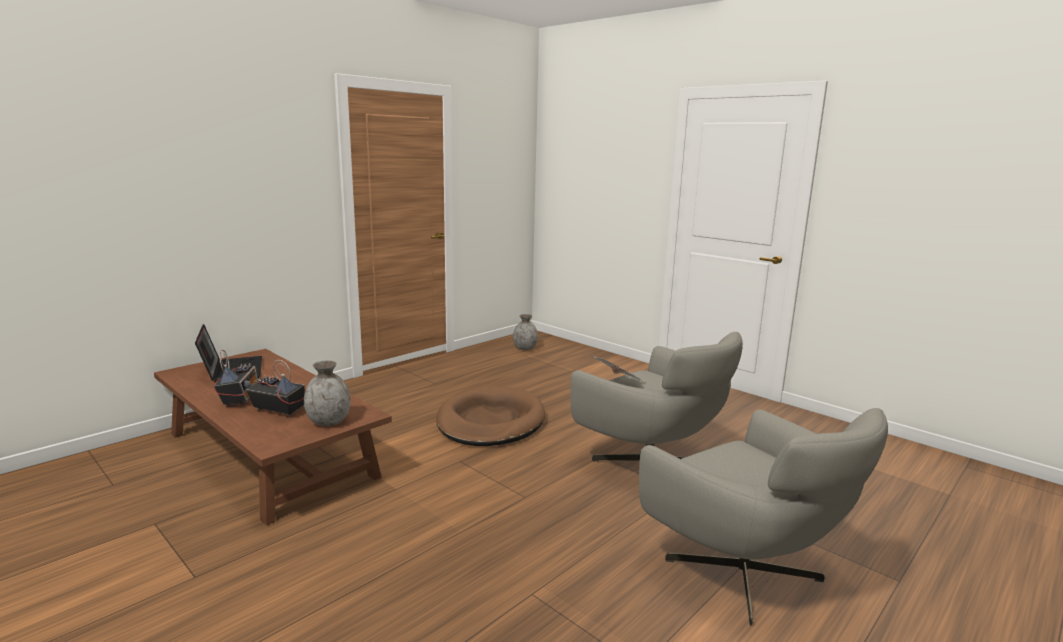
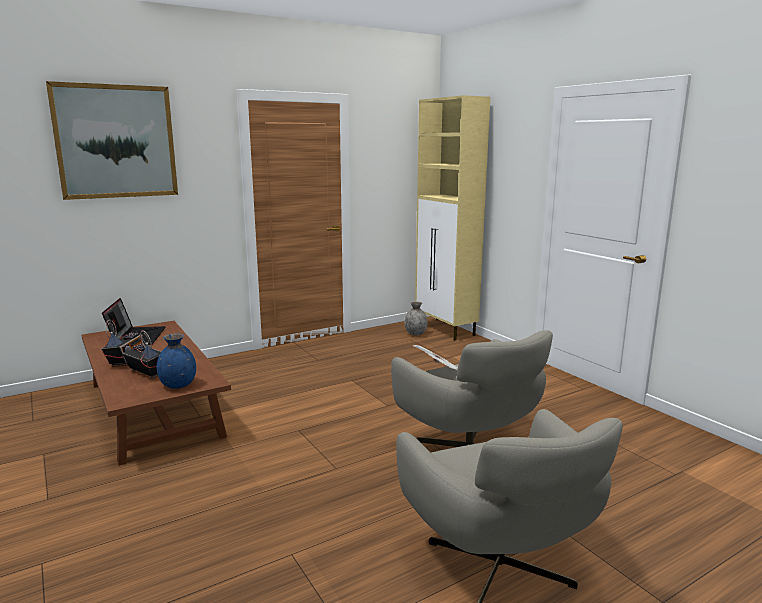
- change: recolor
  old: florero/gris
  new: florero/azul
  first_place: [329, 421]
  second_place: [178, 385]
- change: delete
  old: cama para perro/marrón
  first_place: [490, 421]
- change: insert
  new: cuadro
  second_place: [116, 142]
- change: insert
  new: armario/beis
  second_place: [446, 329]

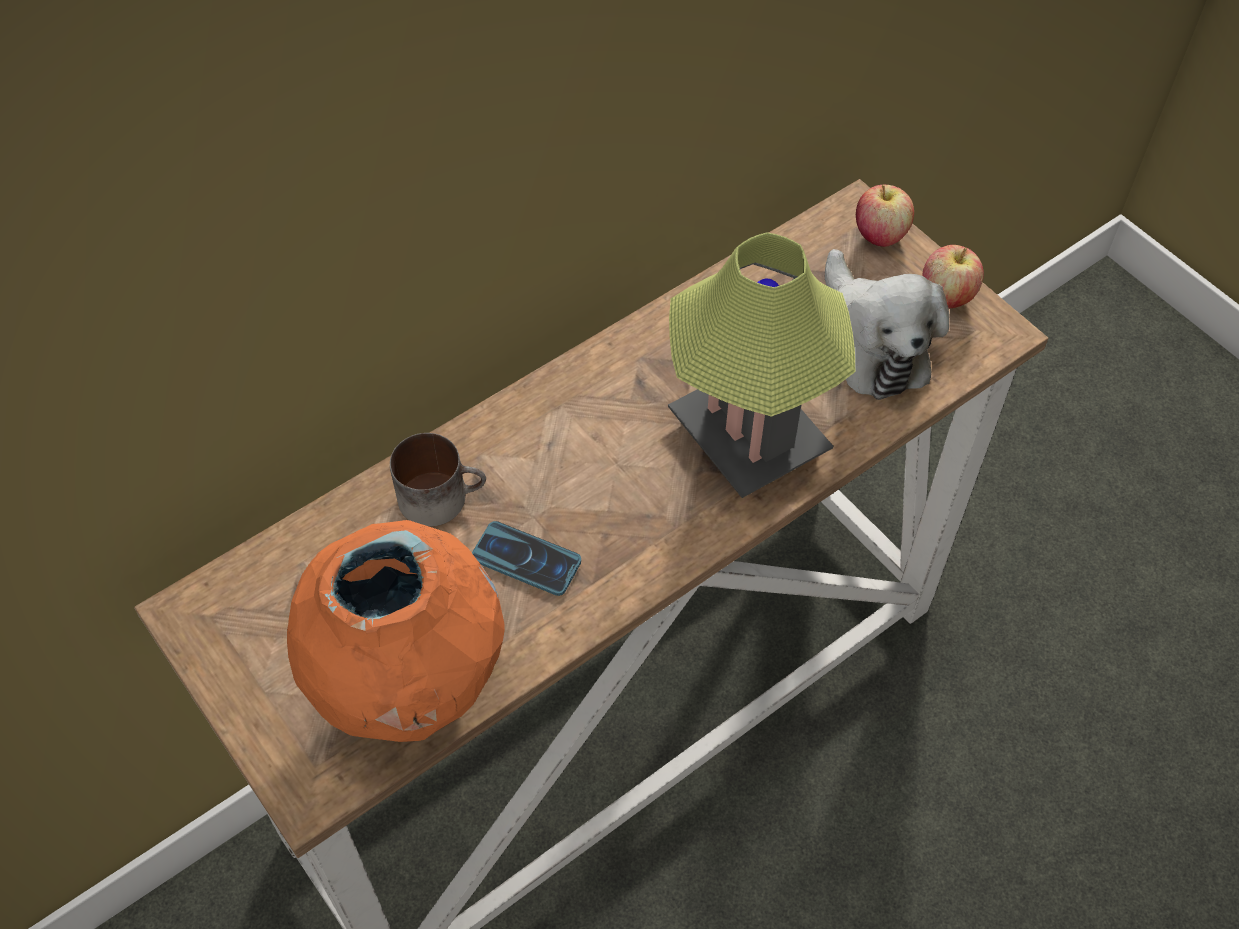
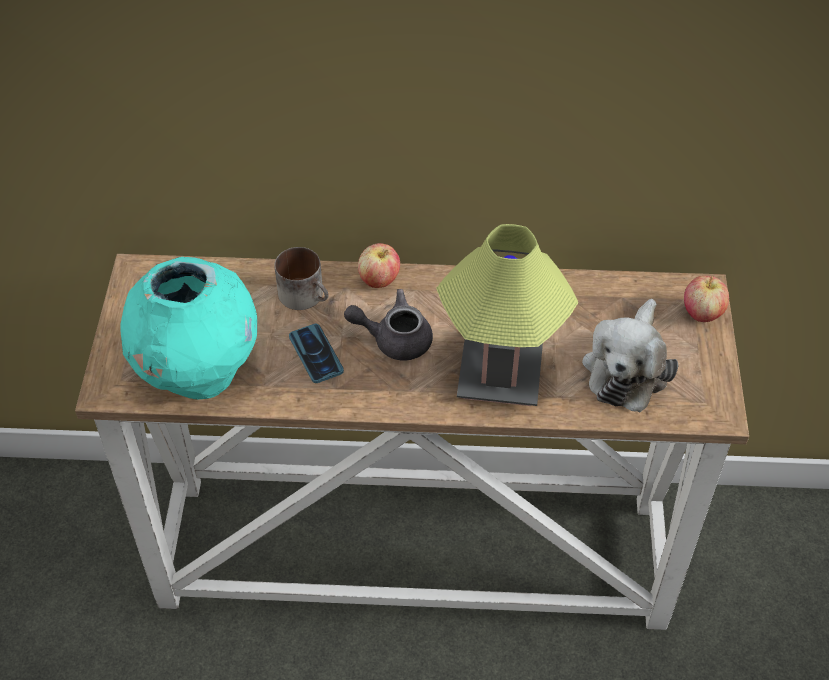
- change: move
  old: manzana
  first_place: [947, 296]
  second_place: [379, 280]
- change: recolor
  old: florero/naranja
  new: florero/turquesa
  first_place: [411, 687]
  second_place: [198, 376]
- change: insert
  new: tetera/gris
  second_place: [394, 339]

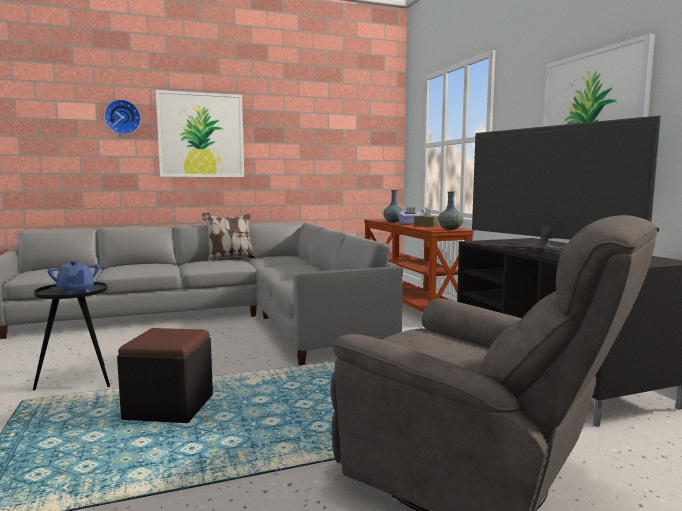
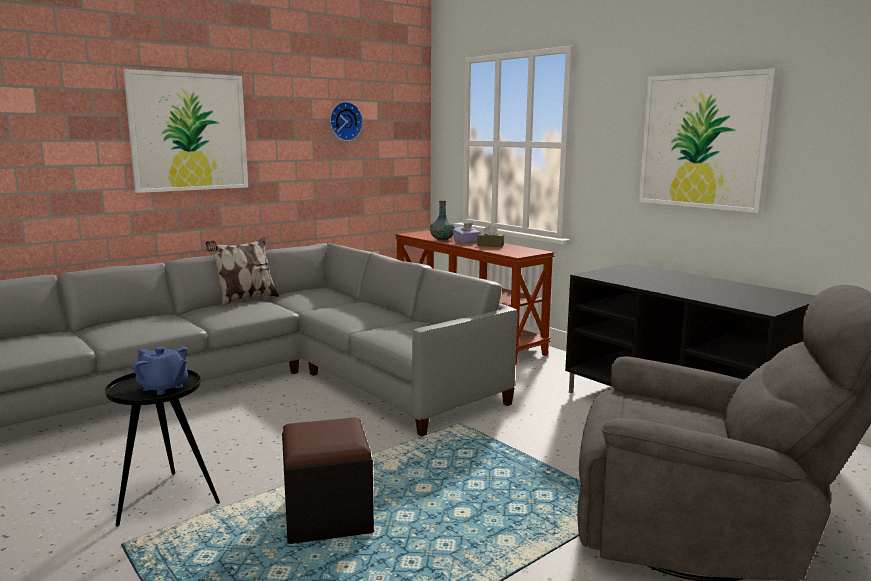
- change: move
  old: reloj de pared
  first_place: [122, 117]
  second_place: [344, 121]
- change: delete
  old: televisor
  first_place: [546, 250]
- change: delete
  old: florero
  first_place: [450, 229]

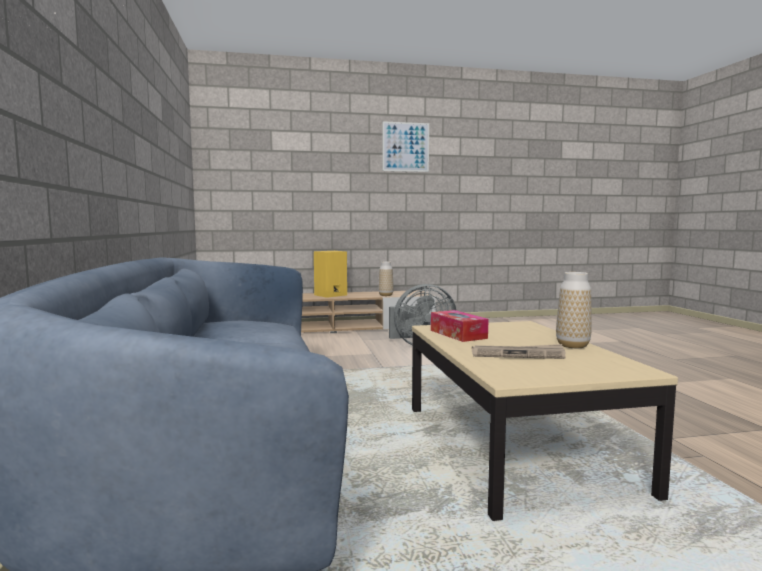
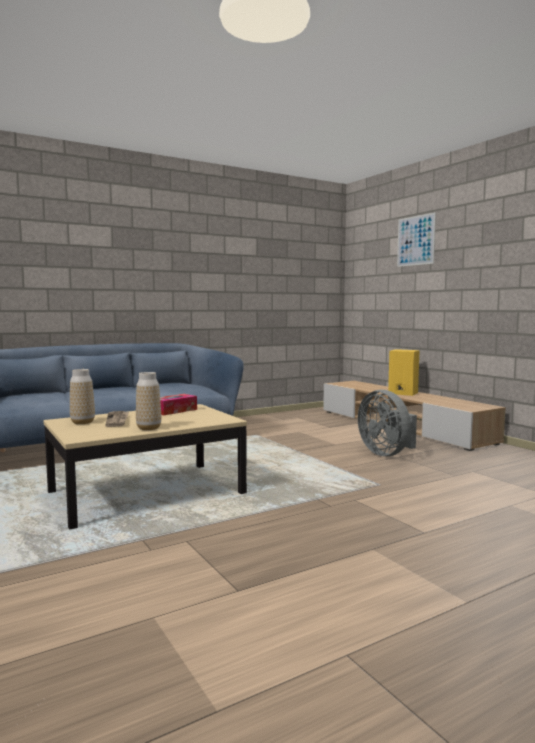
- change: move
  old: cuadro
  first_place: [405, 147]
  second_place: [415, 240]
- change: move
  old: florero
  first_place: [386, 295]
  second_place: [82, 422]

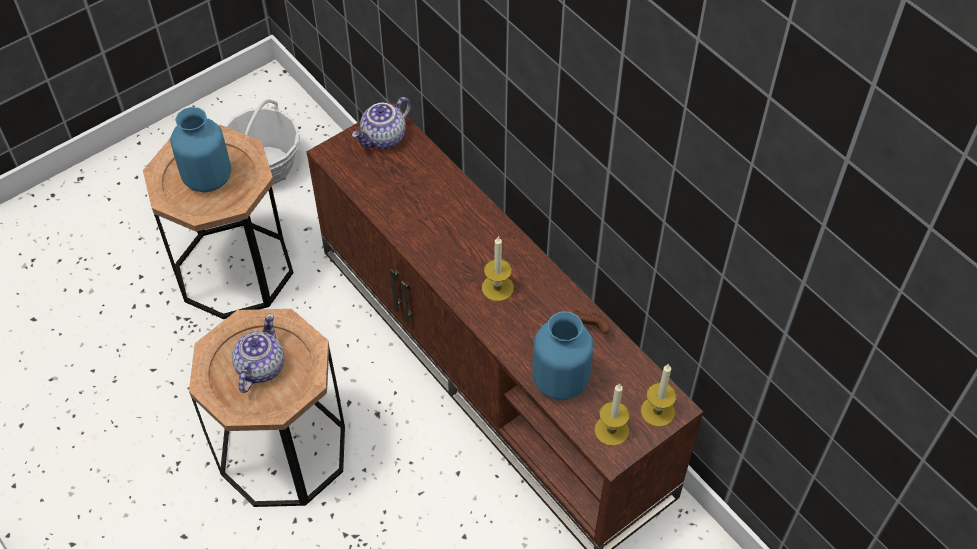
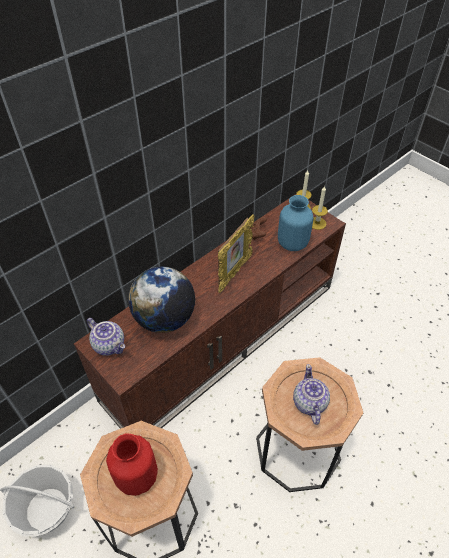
- change: recolor
  old: florero/azul
  new: florero/rojo
  first_place: [208, 178]
  second_place: [136, 476]
- change: replace
  old: vela
  new: portarretratos
  first_place: [497, 288]
  second_place: [234, 273]
- change: rotate
  old: tetera
  first_place: [260, 367]
  second_place: [309, 403]
  degrees: 75
- change: insert
  new: globo terráqueo
  second_place: [165, 319]

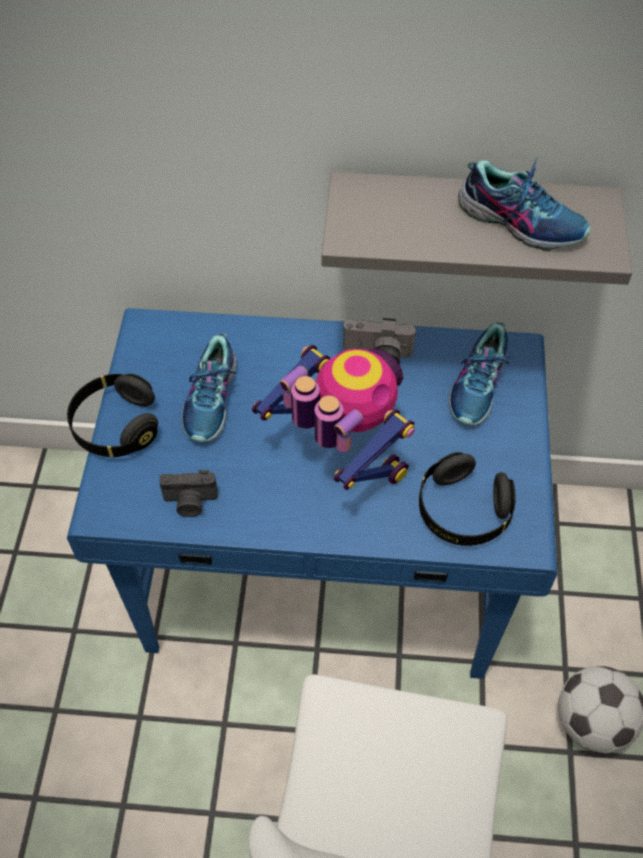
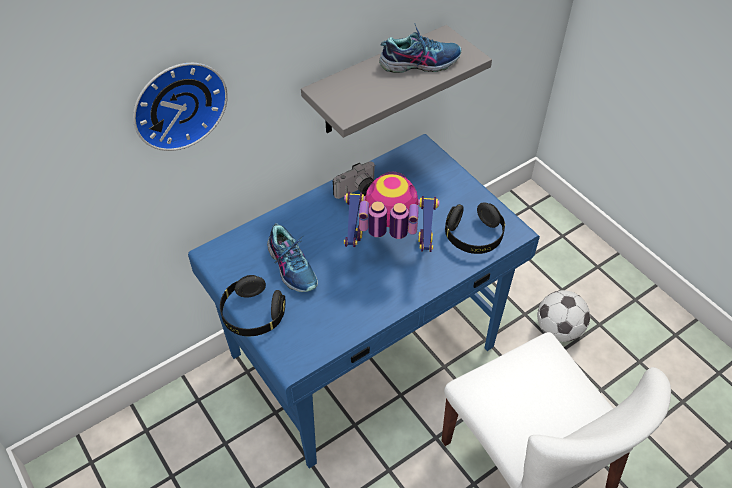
- change: delete
  old: zapato
  first_place: [479, 385]
- change: delete
  old: cámara
  first_place: [190, 502]
- change: insert
  new: reloj de pared
  second_place: [177, 103]

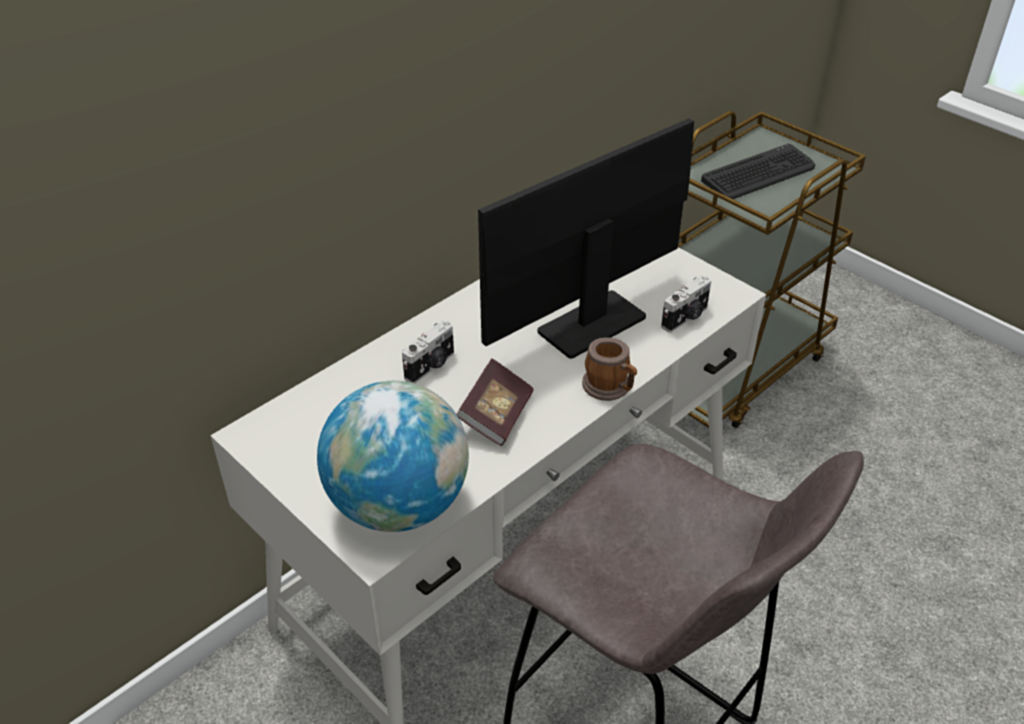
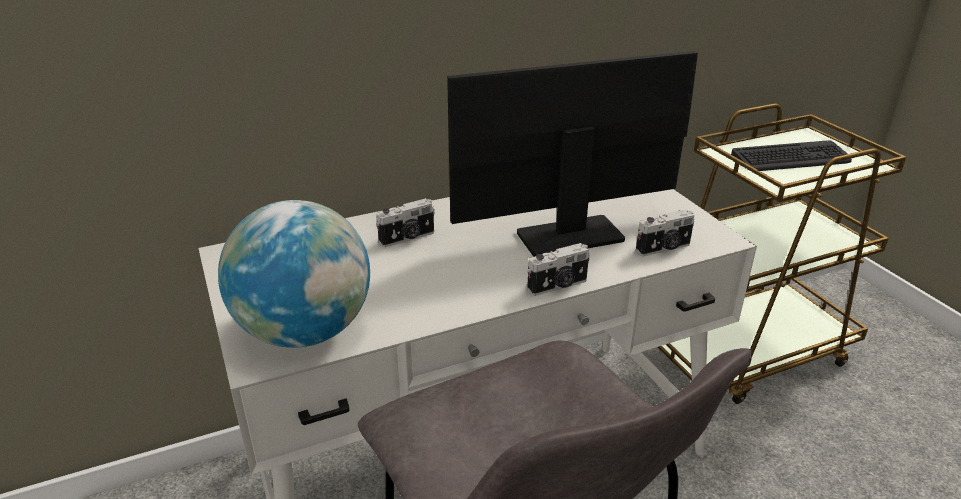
- change: replace
  old: taza grande
  new: cámara
  first_place: [610, 388]
  second_place: [558, 286]
- change: delete
  old: libro
  first_place: [496, 415]

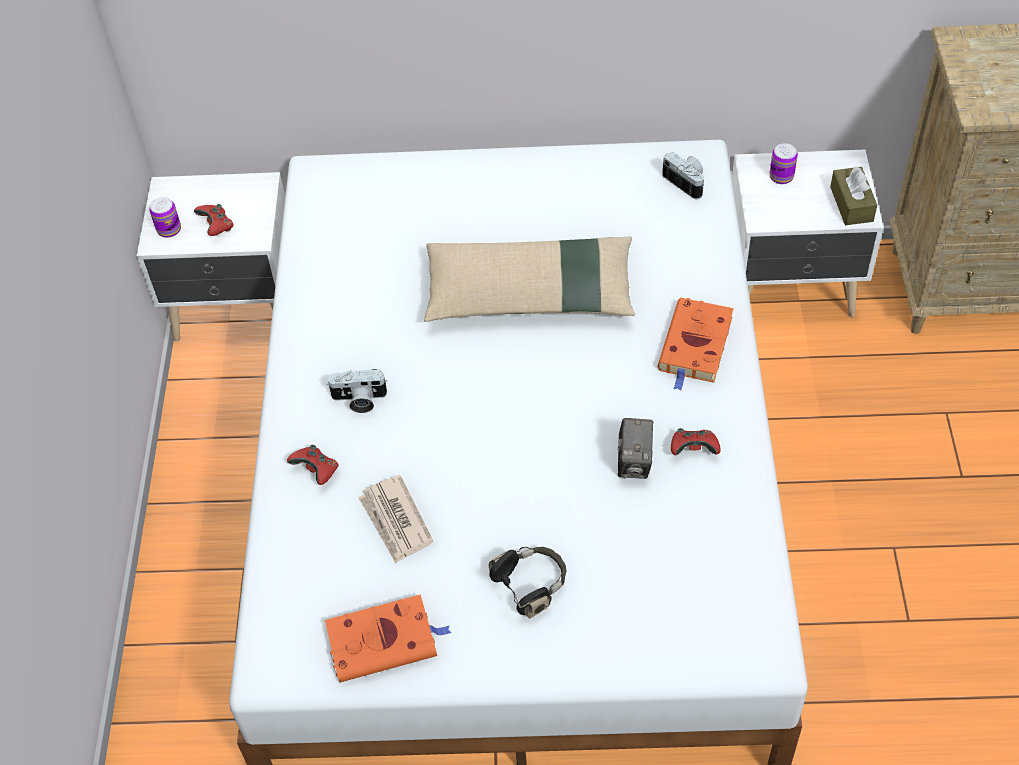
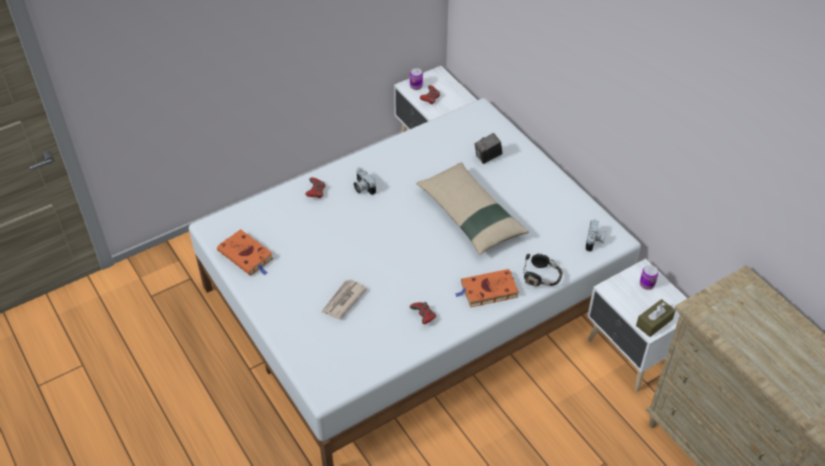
- change: move
  old: cámara
  first_place: [634, 462]
  second_place: [487, 157]
- change: move
  old: periódico
  first_place: [395, 521]
  second_place: [343, 301]
- change: move
  old: auriculares/negro
  first_place: [530, 585]
  second_place: [542, 277]

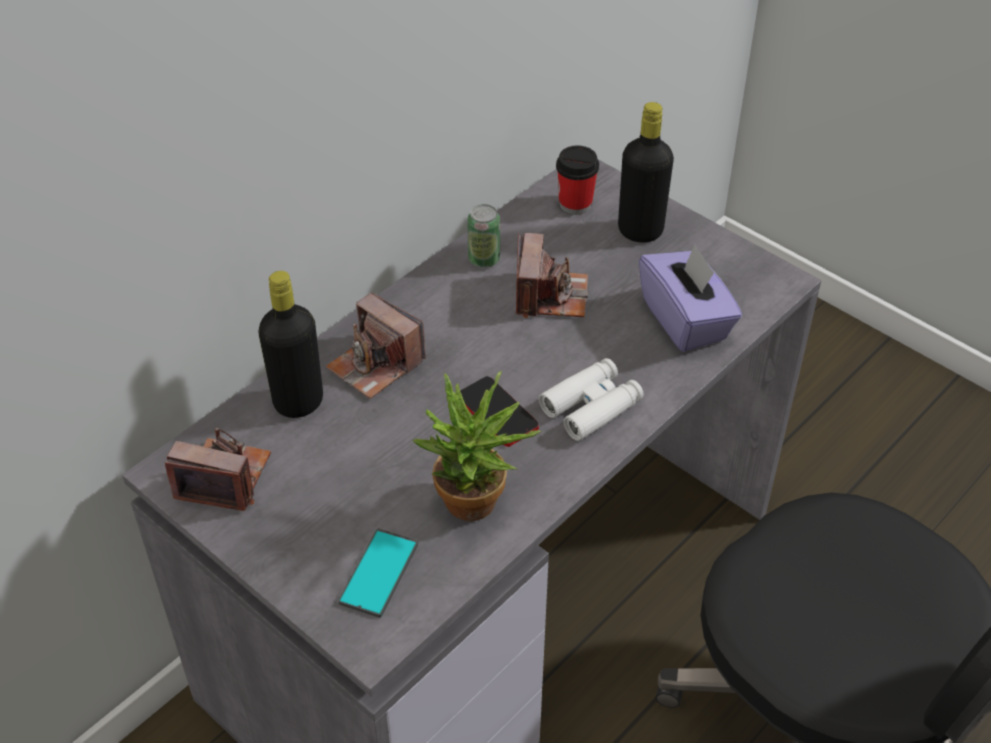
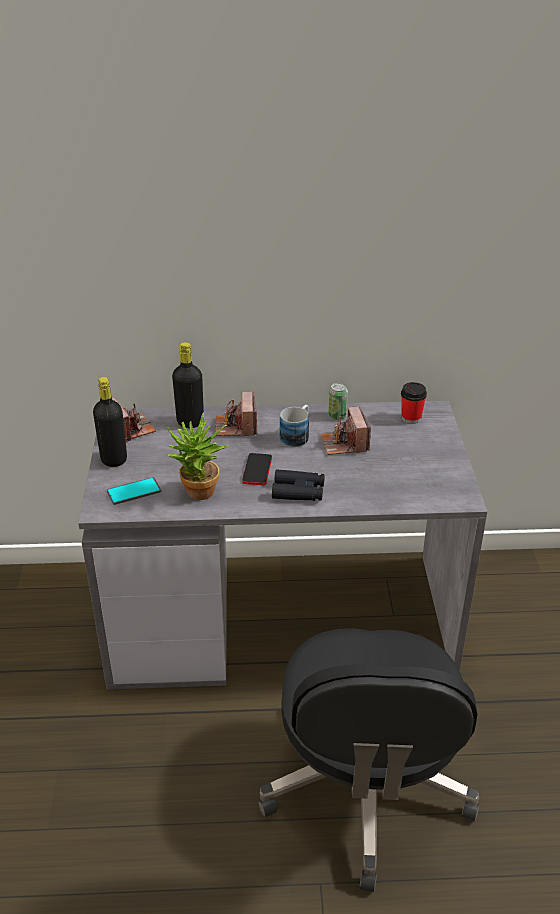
- change: move
  old: botella/negro
  first_place: [640, 231]
  second_place: [114, 459]
- change: rotate
  old: cámara
  first_place: [550, 295]
  second_place: [344, 444]
  degrees: 120
- change: delete
  old: caja de pañuelos/morado
  first_place: [685, 320]
- change: recolor
  old: prismáticos/blanco
  new: prismáticos/negro
  first_place: [591, 406]
  second_place: [298, 491]
- change: insert
  new: taza grande
  second_place: [297, 436]

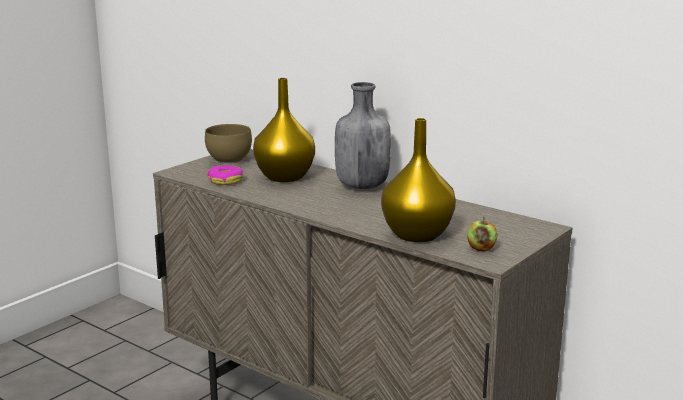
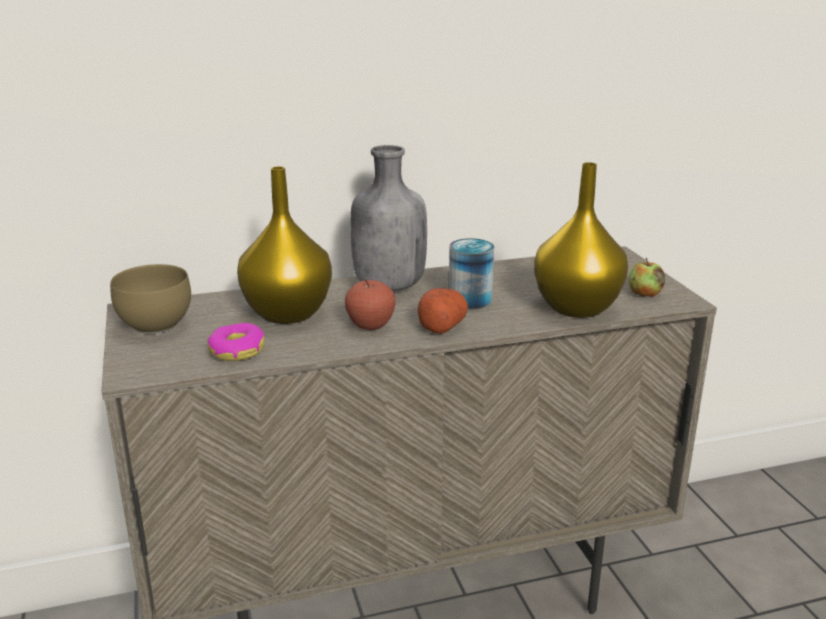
- change: insert
  new: lata
  second_place: [470, 300]
- change: insert
  new: manzana
  second_place: [370, 325]
- change: insert
  new: patata
  second_place: [441, 325]

